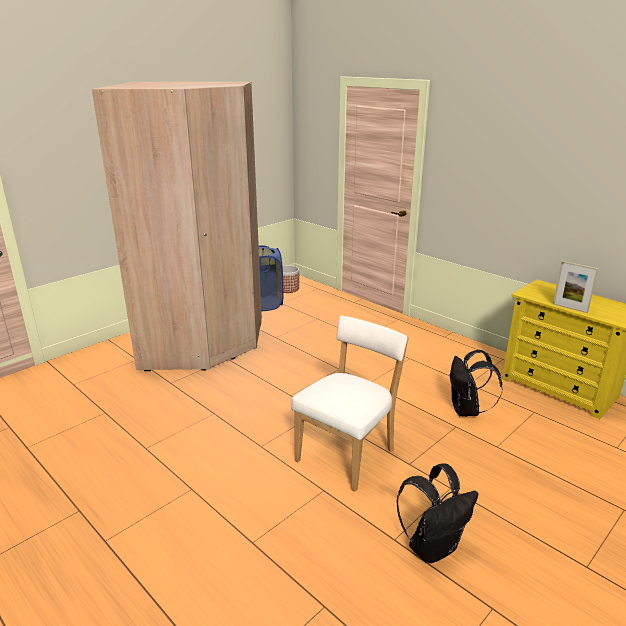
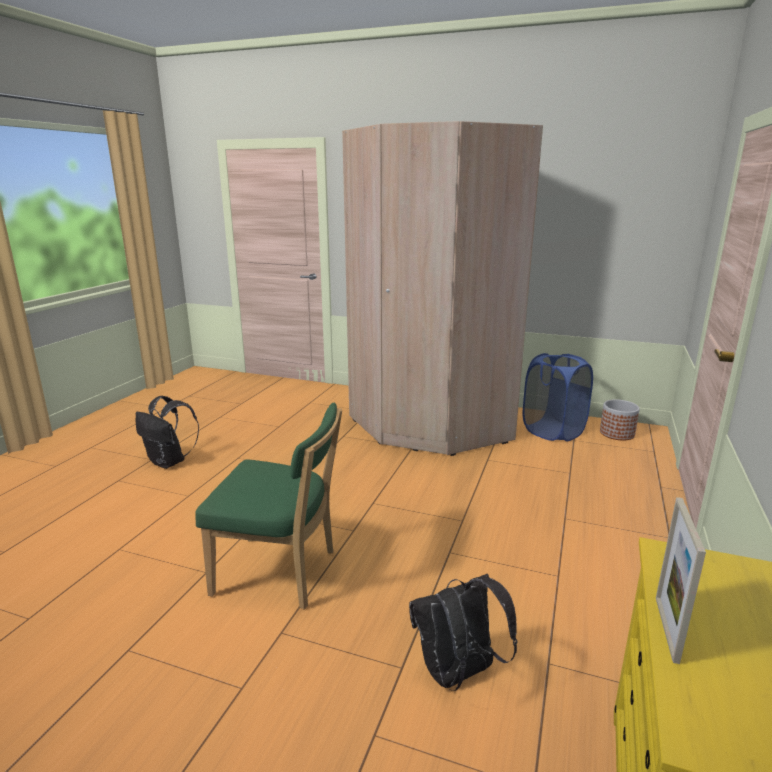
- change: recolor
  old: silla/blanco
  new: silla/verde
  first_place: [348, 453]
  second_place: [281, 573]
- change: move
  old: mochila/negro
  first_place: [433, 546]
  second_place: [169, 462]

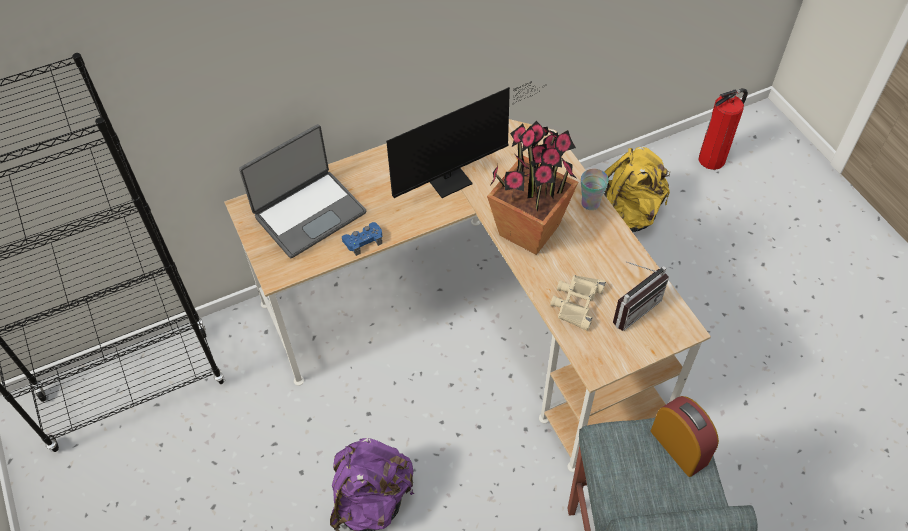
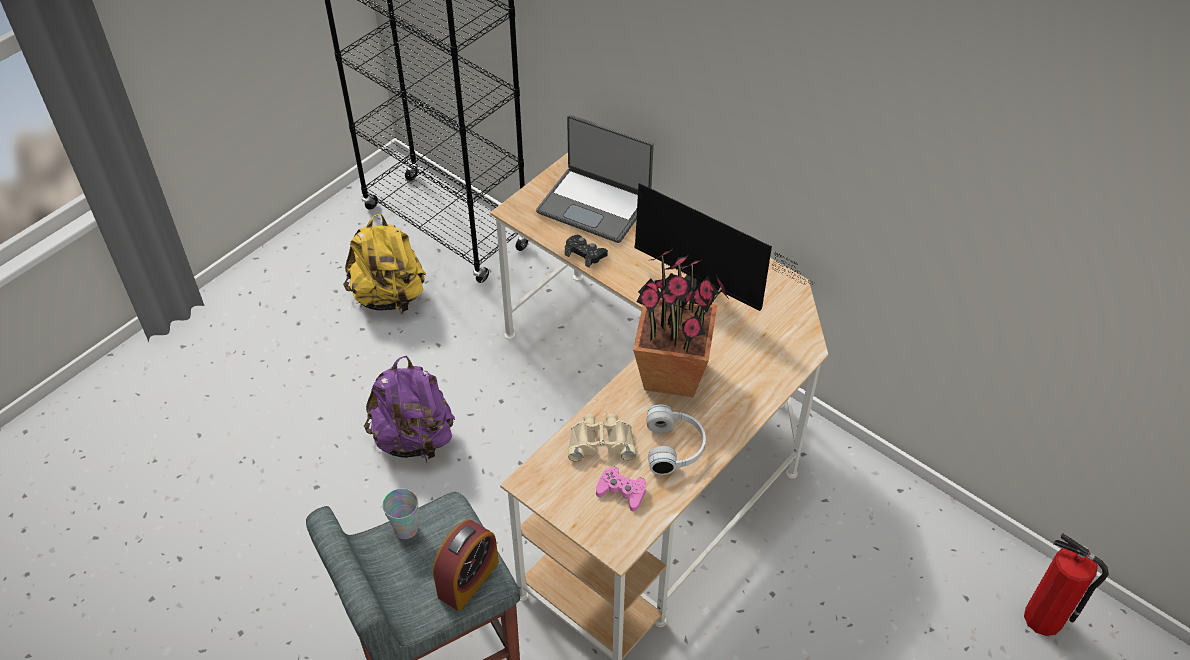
- change: move
  old: mochila/amarillo
  first_place: [629, 214]
  second_place: [389, 296]
- change: move
  old: taza
  first_place: [590, 203]
  second_place: [406, 529]
- change: recolor
  old: mando de consola/azul
  new: mando de consola/negro
  first_place: [363, 241]
  second_place: [585, 254]
- change: replace
  old: radio
  new: mando de consola/rosa
  first_place: [632, 307]
  second_place: [621, 492]
- change: insert
  new: auriculares/blanco
  second_place: [675, 447]

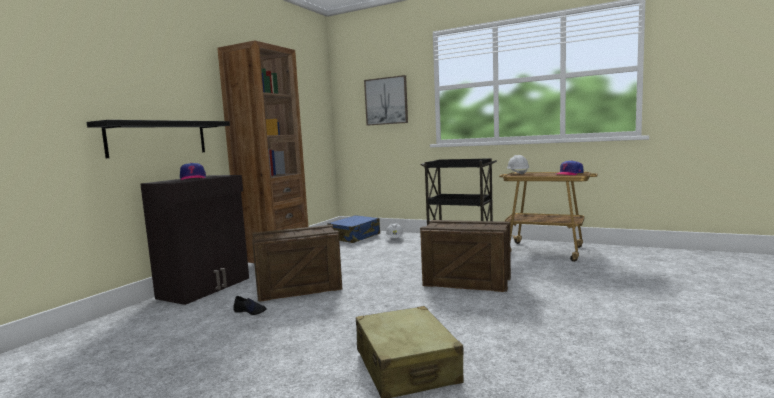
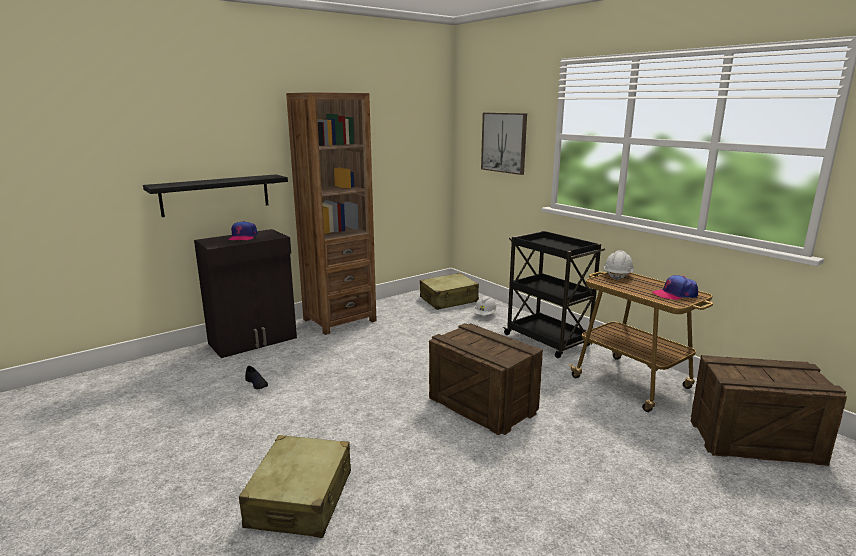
- change: recolor
  old: maleta/azul
  new: maleta/beis
  first_place: [355, 237]
  second_place: [449, 300]
- change: move
  old: caja de embalaje
  first_place: [299, 288]
  second_place: [755, 440]

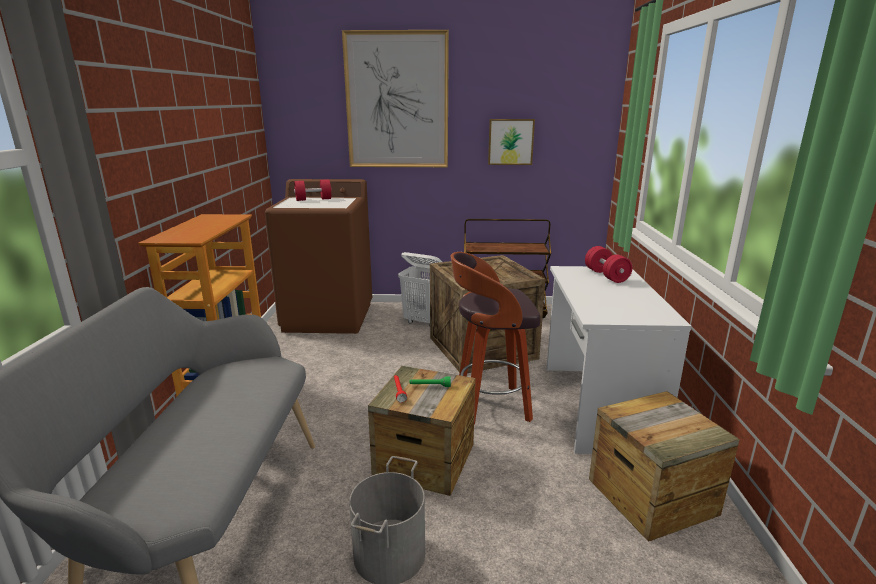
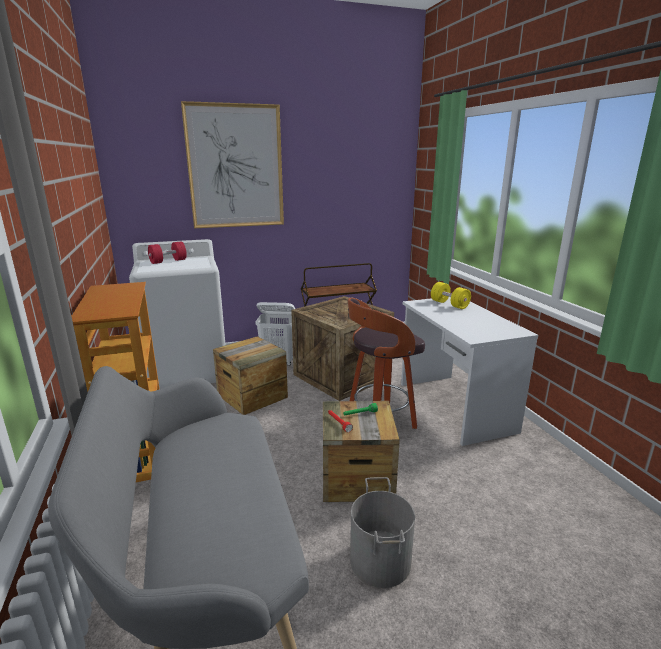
- change: delete
  old: cuadro
  first_place: [510, 141]
- change: recolor
  old: lavadora/marrón
  new: lavadora/blanco
  first_place: [329, 317]
  second_place: [188, 370]
- change: recolor
  old: mancuerna/rojo
  new: mancuerna/amarillo
  first_place: [606, 275]
  second_place: [449, 304]
- change: move
  old: caja de embalaje
  first_place: [651, 496]
  second_place: [252, 396]

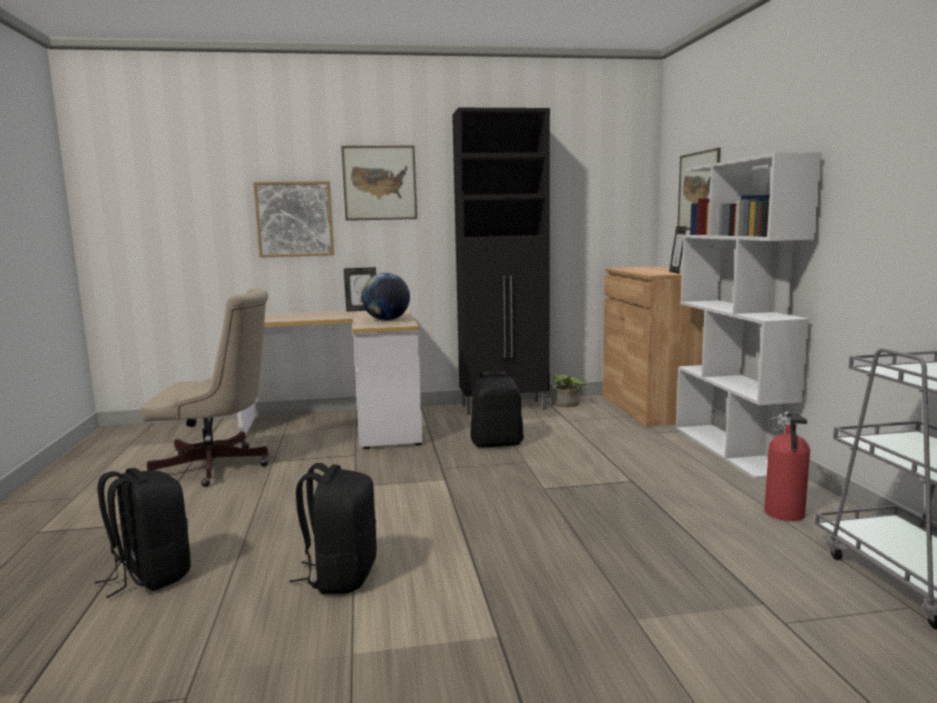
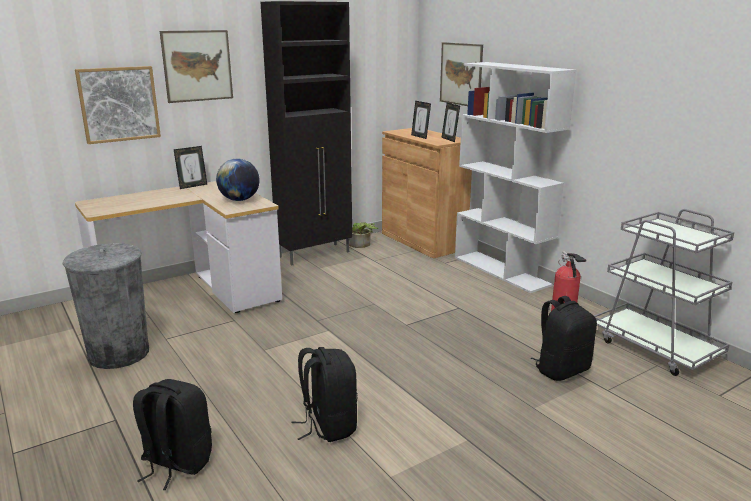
- change: replace
  old: silla de oficina/beis
  new: papelera/gris
  first_place: [219, 467]
  second_place: [119, 353]
- change: move
  old: mochila/negro
  first_place: [497, 443]
  second_place: [561, 370]
- change: insert
  new: portarretratos
  second_place: [420, 136]

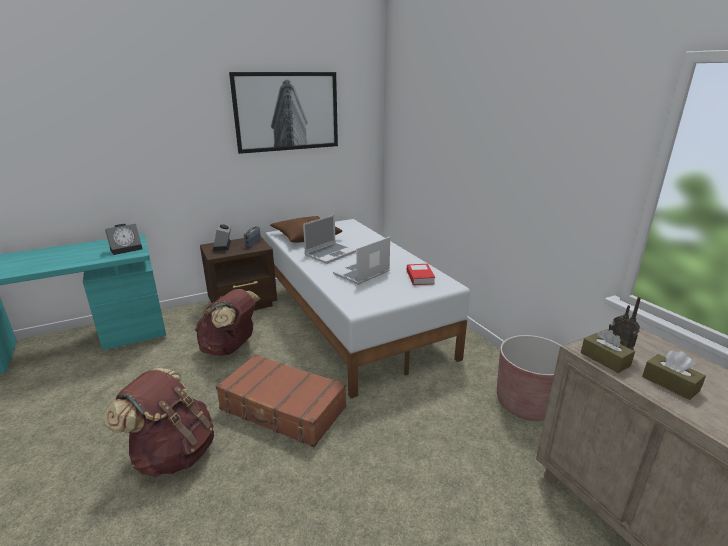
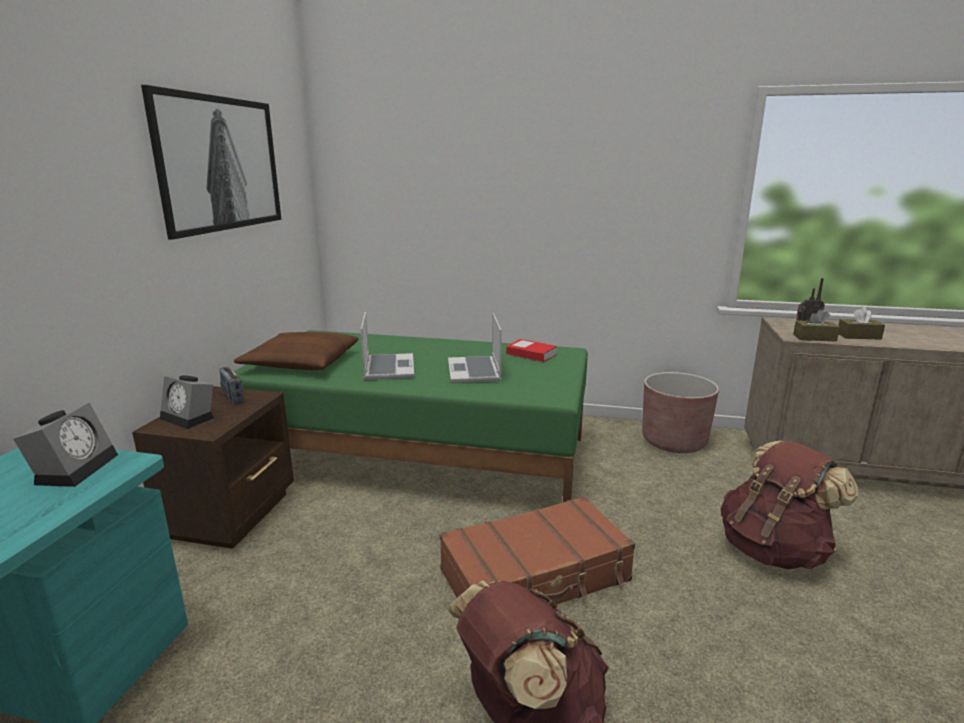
- change: recolor
  old: cama/blanco
  new: cama/verde
  first_place: [353, 319]
  second_place: [419, 456]
- change: move
  old: mochila/marrón
  first_place: [230, 348]
  second_place: [773, 550]

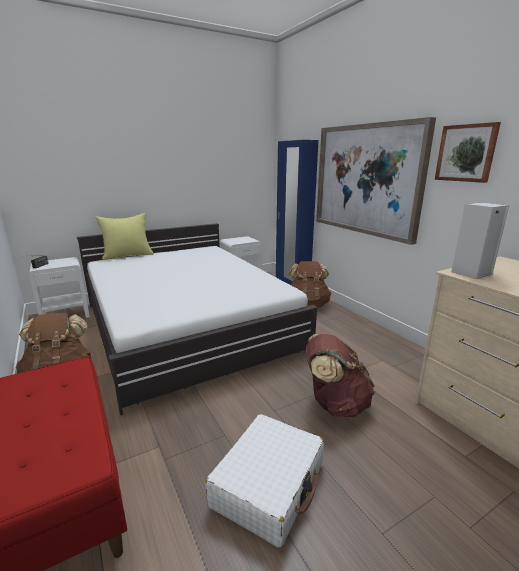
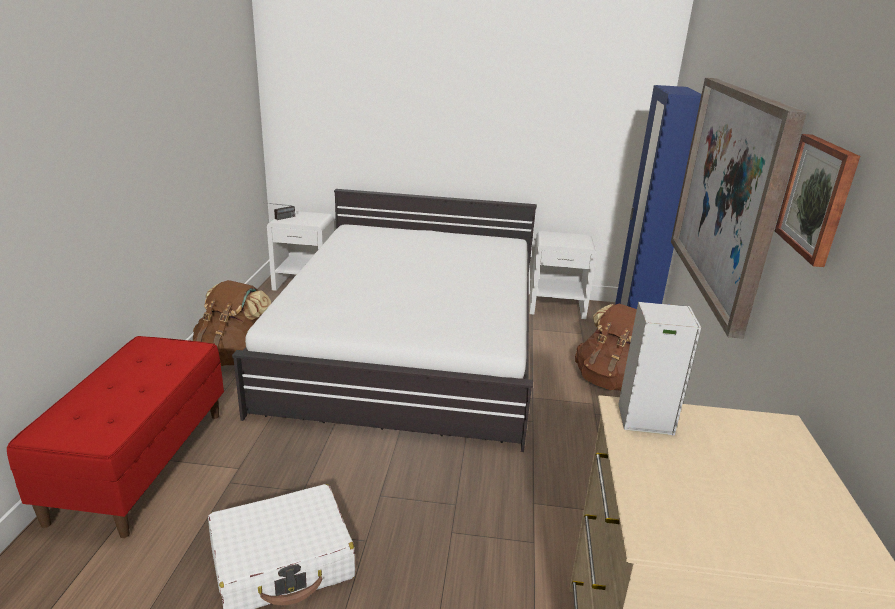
- change: delete
  old: cojín/amarillo
  first_place: [128, 255]
- change: delete
  old: mochila/marrón
  first_place: [335, 403]

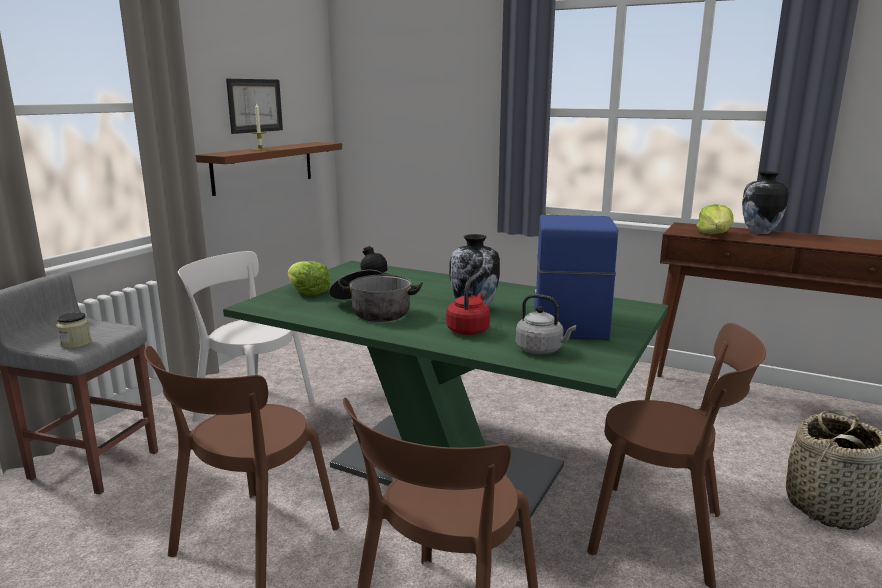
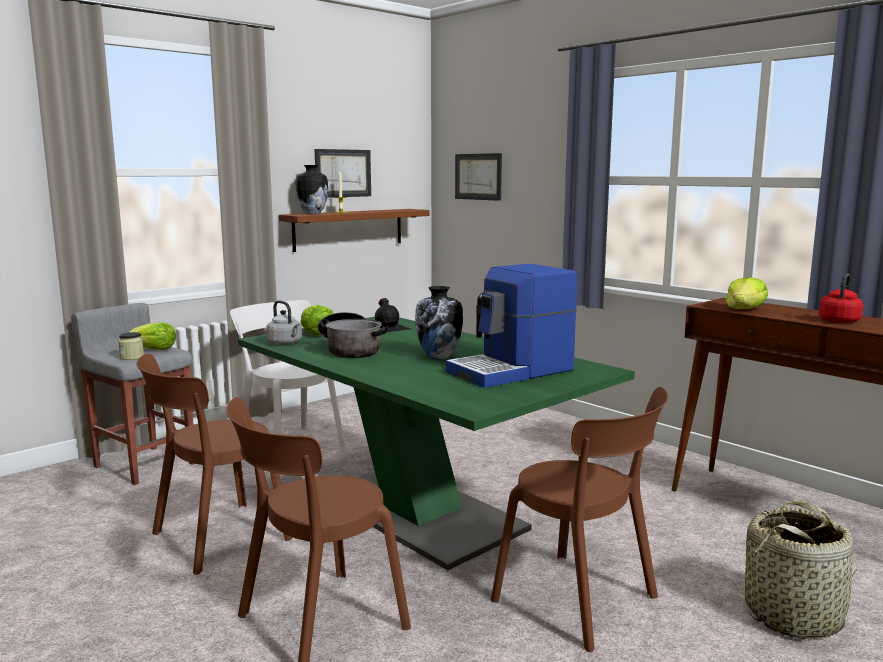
- change: move
  old: florero
  first_place: [759, 232]
  second_place: [312, 213]
- change: rotate
  old: cafetera
  first_place: [567, 319]
  second_place: [512, 371]
  degrees: -150
- change: move
  old: hervidor/rojo
  first_place: [468, 330]
  second_place: [840, 321]
- change: move
  old: hervidor/gris
  first_place: [541, 350]
  second_place: [286, 343]
- change: insert
  new: cuadro
  second_place: [478, 176]
- change: insert
  new: lechuga
  second_place: [154, 349]

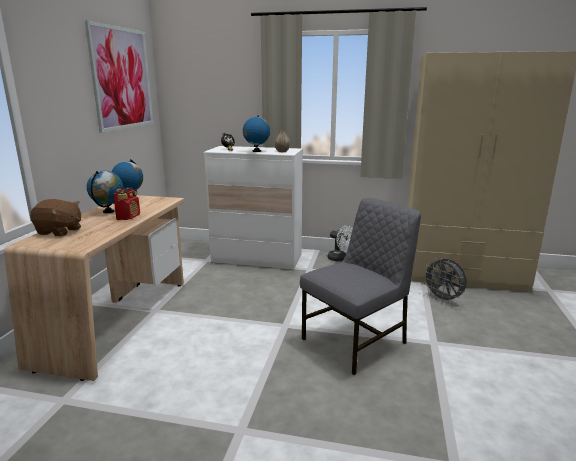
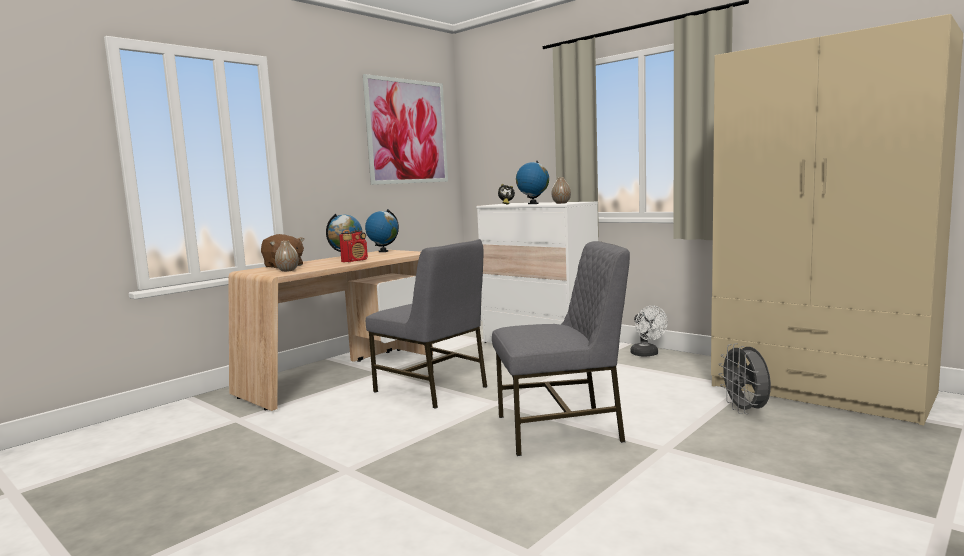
- change: insert
  new: silla/gris
  second_place: [432, 389]
- change: insert
  new: florero
  second_place: [287, 270]

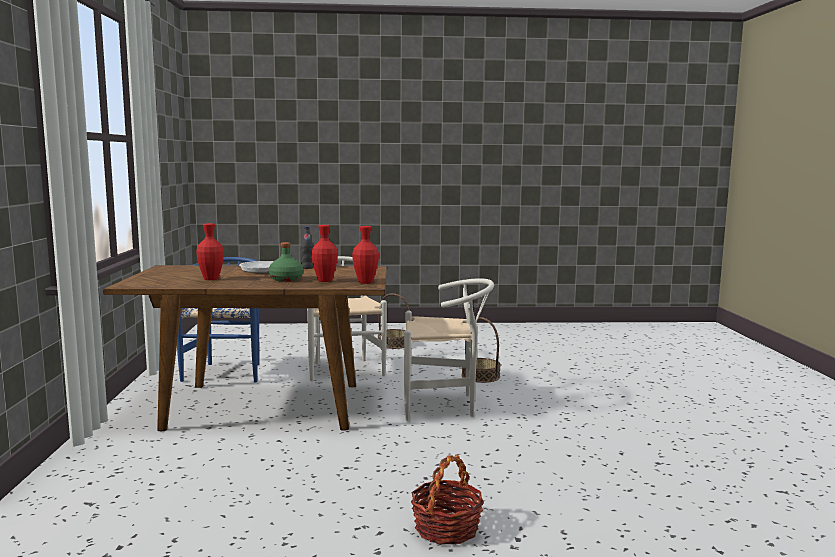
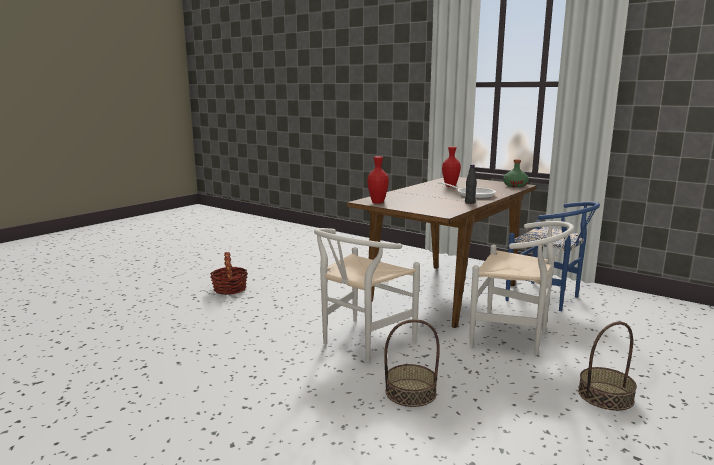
- change: delete
  old: florero/rojo
  first_place: [325, 281]
- change: move
  old: botella/verde
  first_place: [286, 279]
  second_place: [515, 185]

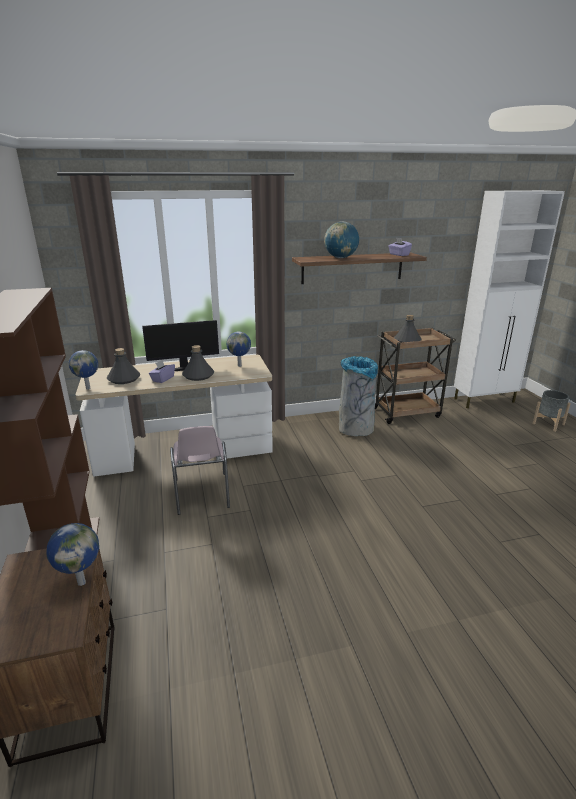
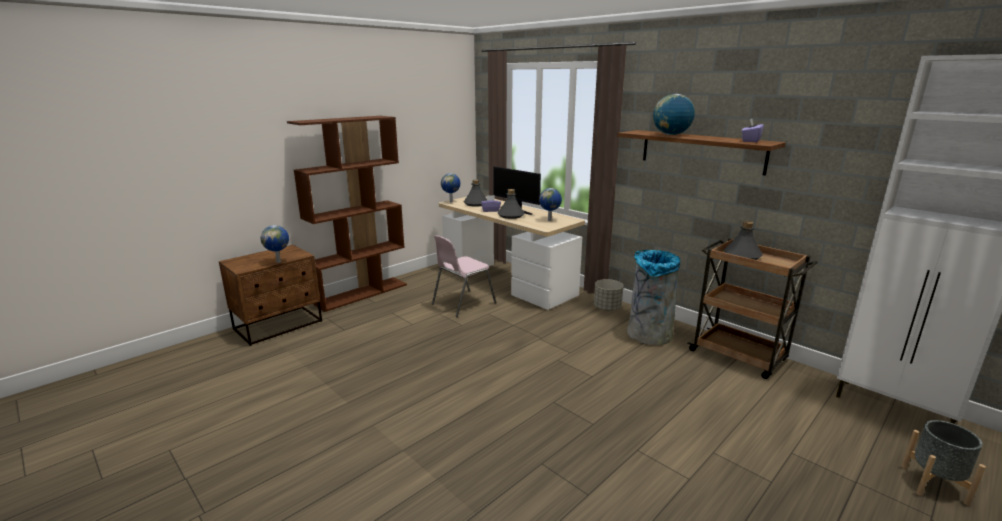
- change: insert
  new: maceta/gris
  second_place: [607, 308]

